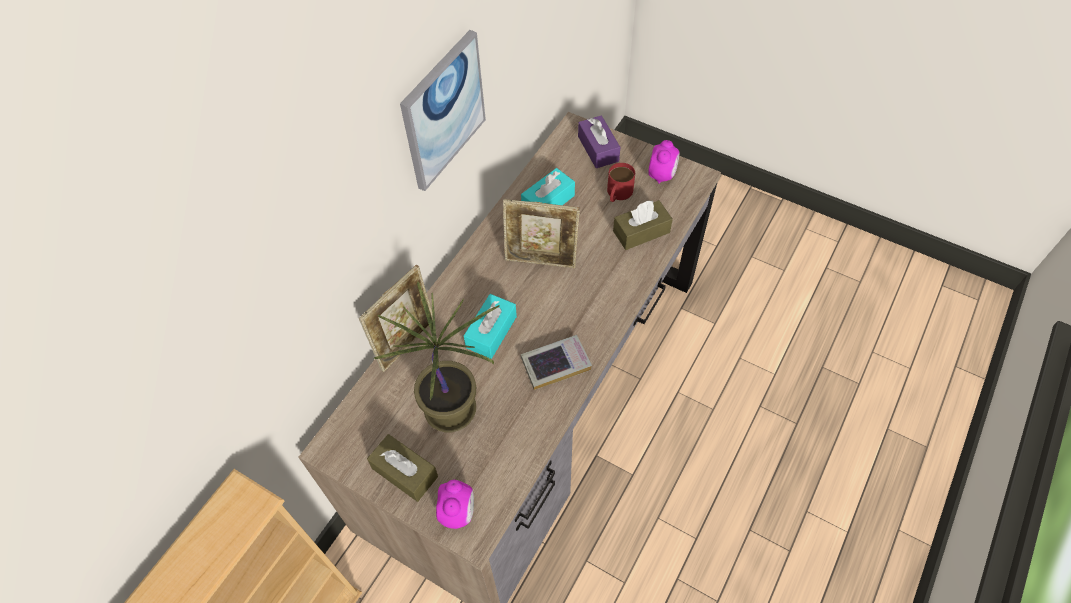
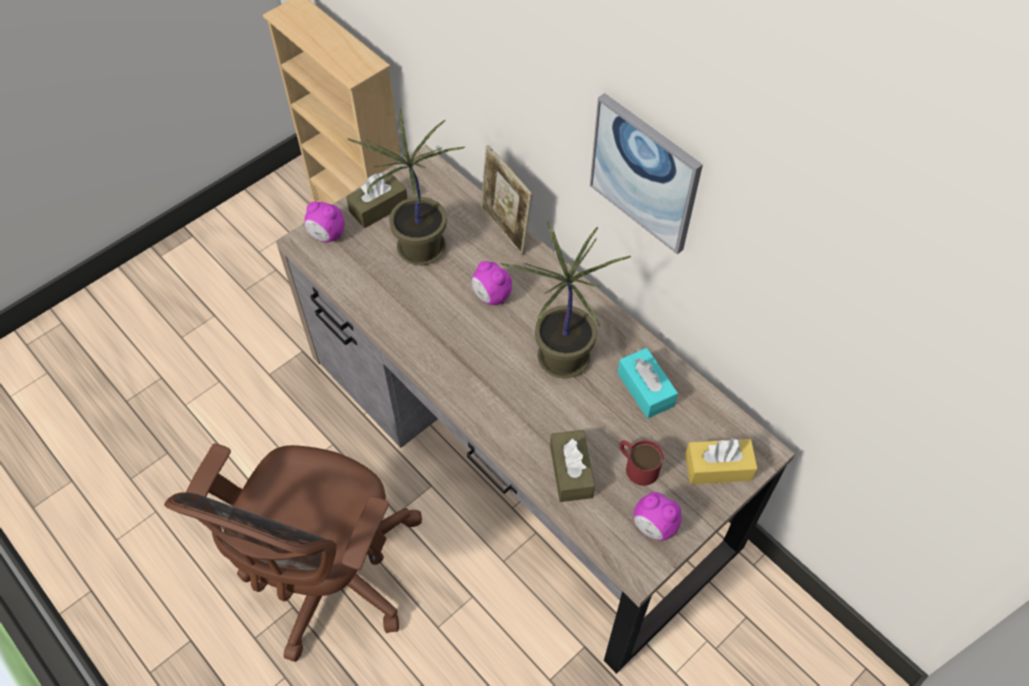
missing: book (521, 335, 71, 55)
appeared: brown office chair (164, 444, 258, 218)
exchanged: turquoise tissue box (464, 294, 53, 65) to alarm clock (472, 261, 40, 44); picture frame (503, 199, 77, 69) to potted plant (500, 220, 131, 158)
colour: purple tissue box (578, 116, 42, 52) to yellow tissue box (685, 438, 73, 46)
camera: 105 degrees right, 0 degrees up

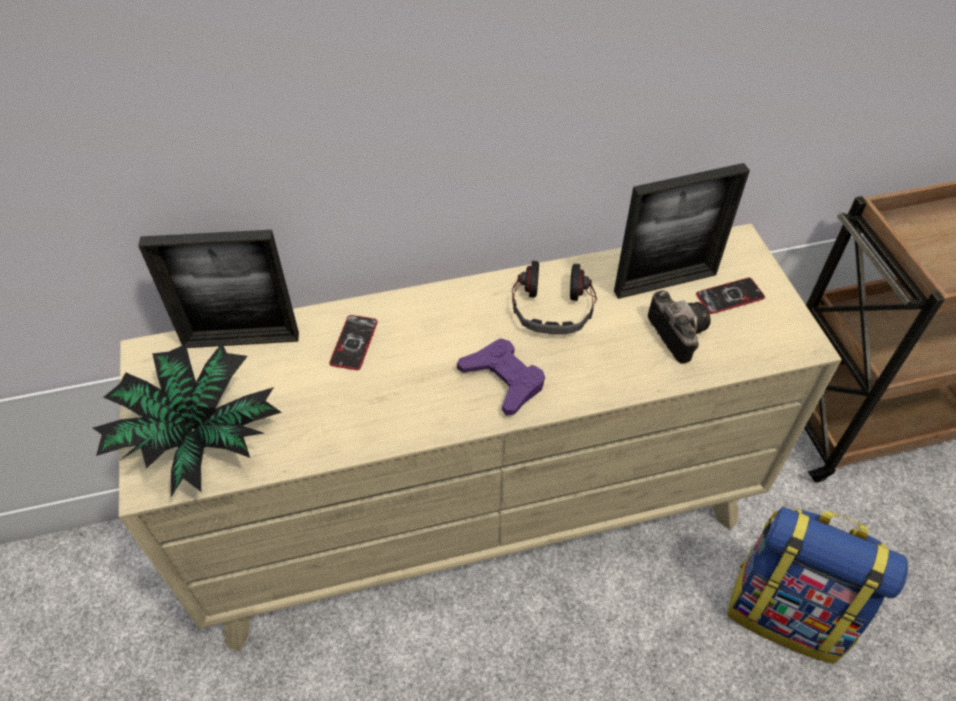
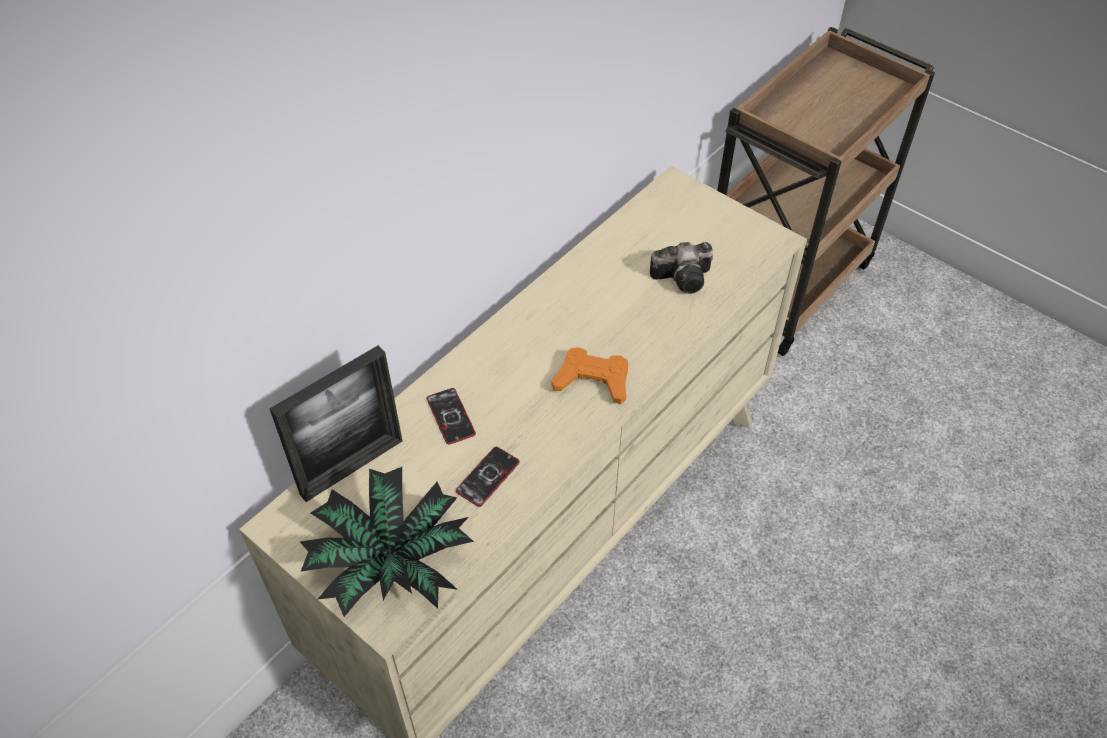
missing: headphones (512, 261, 85, 73); picture frame (614, 163, 136, 136); backpack (727, 507, 181, 157)
relocated: phone (696, 278, 69, 36) to (456, 447, 64, 60)
colour: purple game controller (457, 338, 88, 77) to orange game controller (551, 347, 77, 57)
spun: photo camera (648, 290, 63, 74) = (650, 242, 63, 52) 135 degrees clockwise
camera: 35 degrees left, 0 degrees up

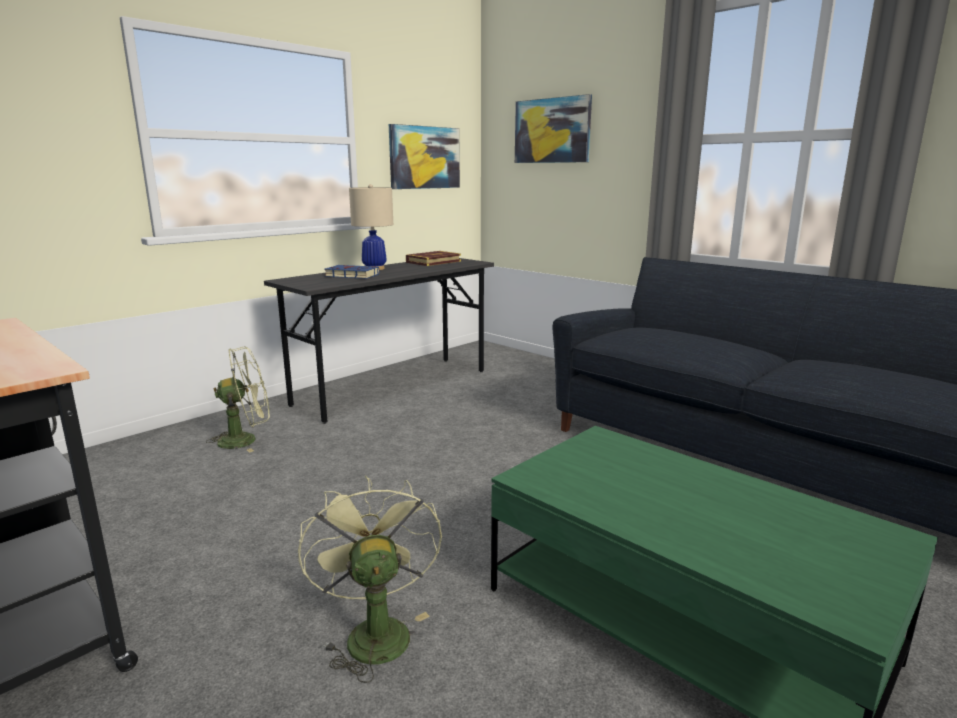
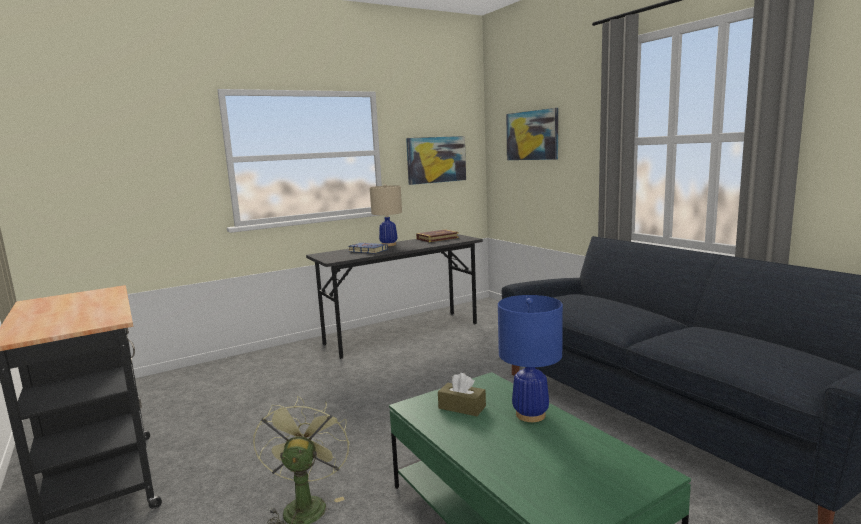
missing: green fan (206, 346, 64, 107)
appeared: brown tissue box (438, 373, 48, 43); blue table lamp (498, 295, 65, 127)
camera: 15 degrees right, 5 degrees down

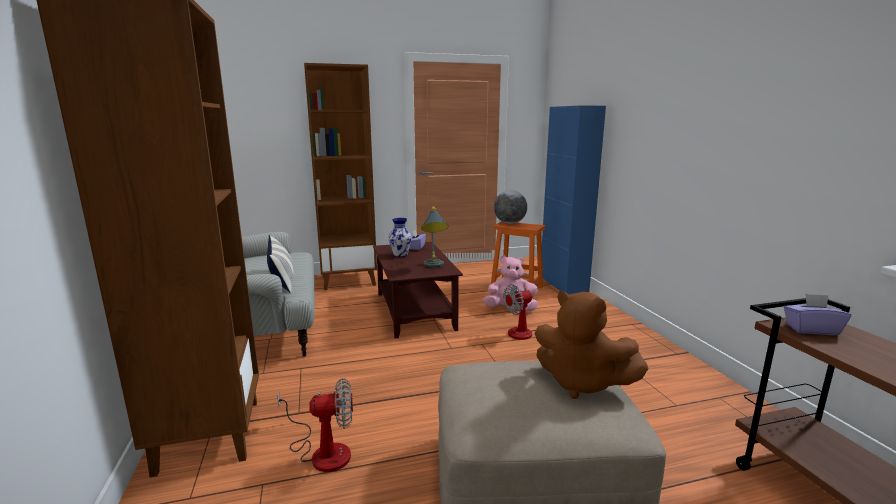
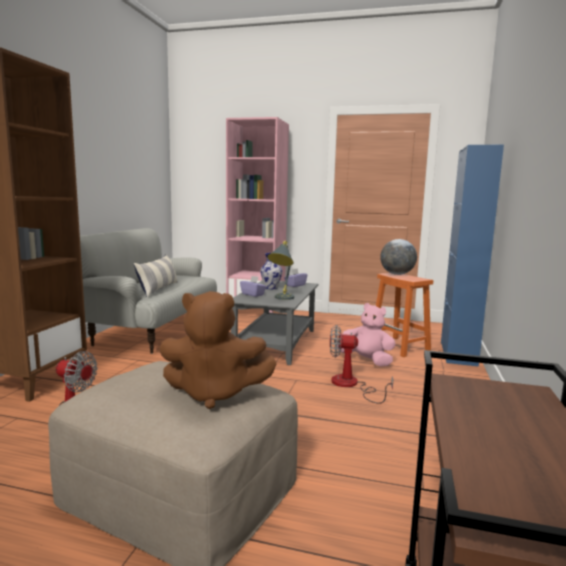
relocated: purple tissue box (784, 294, 67, 41) to (240, 276, 26, 21)
colour: brown bookcase (304, 63, 73, 227) to pink bookcase (226, 117, 63, 196); brown coffee table (373, 242, 90, 97) to grey coffee table (231, 280, 87, 85)
spun: brown plush toy (535, 291, 114, 108) = (159, 291, 118, 118) 60 degrees counterclockwise
camera: 30 degrees right, 5 degrees down

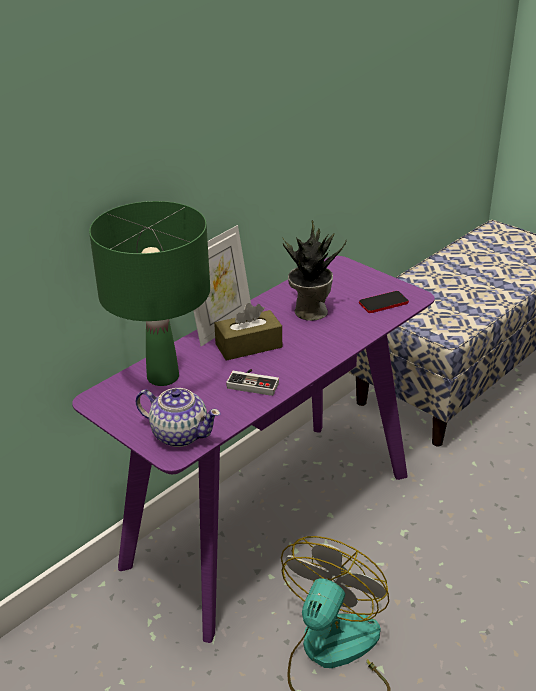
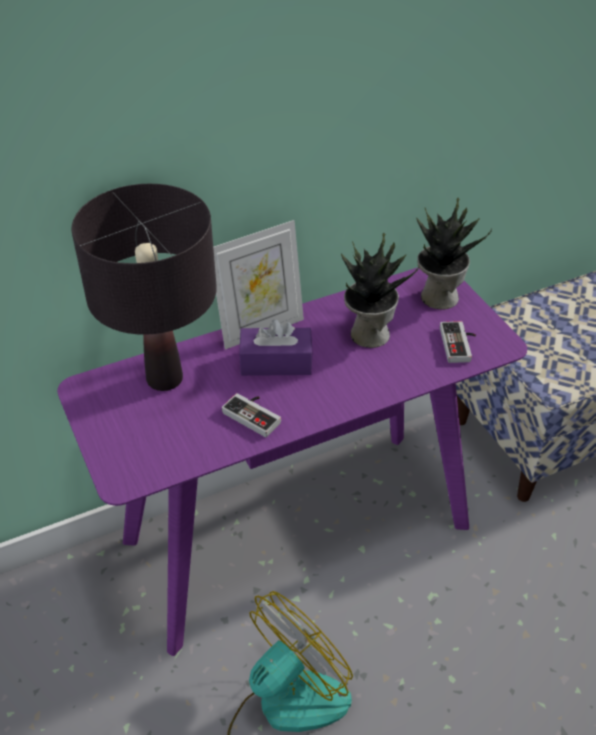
missing: teapot (136, 388, 85, 59)
appeared: potted plant (416, 198, 76, 112)
exchanged: phone (359, 291, 50, 22) to game controller (440, 321, 36, 42)
colour: green table lamp (89, 201, 121, 185) to black table lamp (71, 184, 146, 207); brown tissue box (214, 303, 68, 58) to purple tissue box (239, 319, 74, 57)
camera: 20 degrees right, 10 degrees up

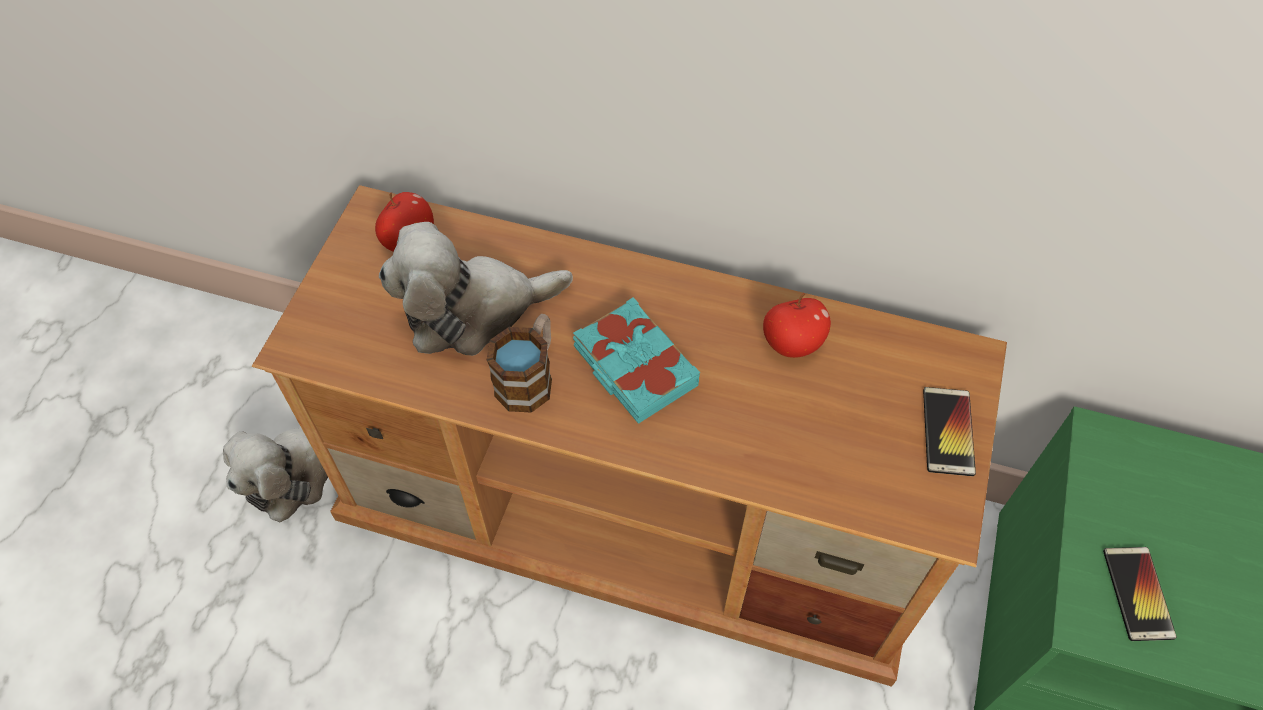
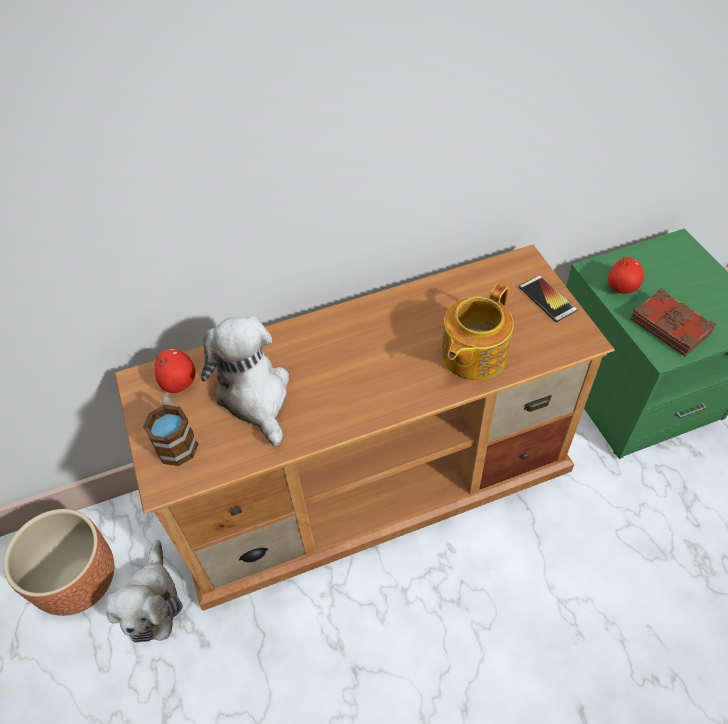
missing: turquoise book (573, 297, 127, 127)
appeared: brown planter (3, 509, 111, 107); teapot (441, 283, 73, 97)
relocated: mug (487, 314, 65, 99) to (143, 394, 55, 72); apple (763, 293, 68, 65) to (608, 256, 36, 38)
exchanged: phone (1103, 547, 74, 94) to brown book (631, 288, 85, 68)
spun: plush toy (379, 222, 194, 134) = (201, 316, 88, 130) 120 degrees clockwise
camera: 35 degrees left, 5 degrees down

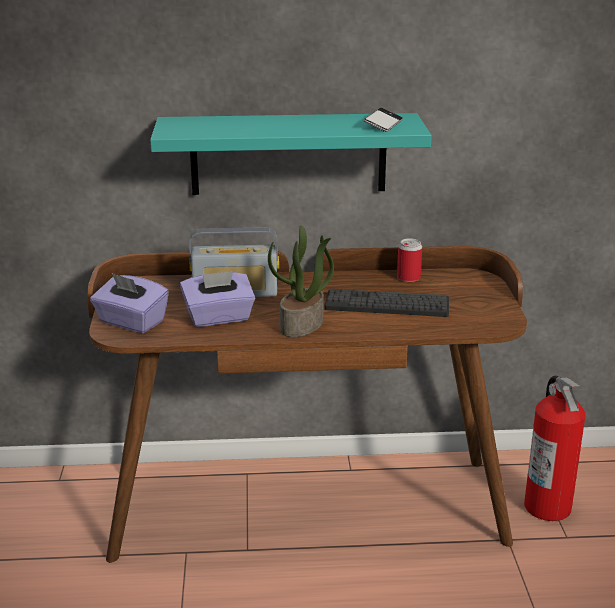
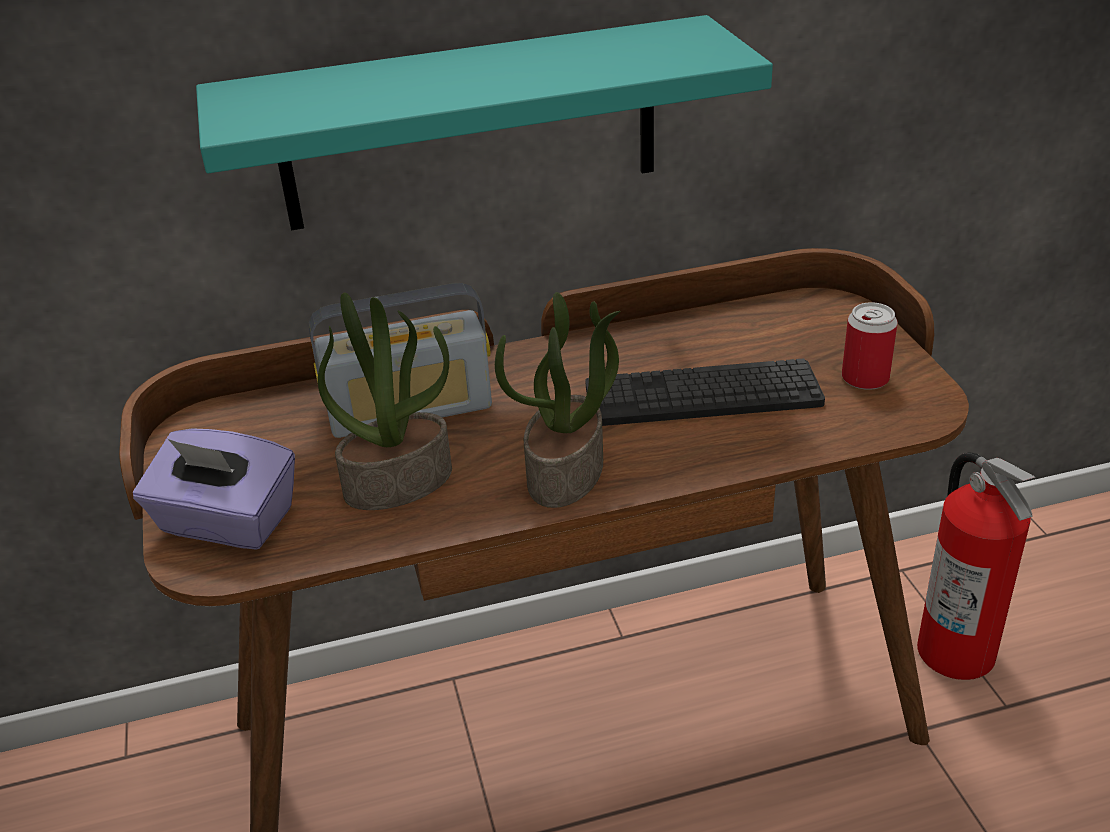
missing: phone (364, 108, 39, 24)
relocated: can (397, 238, 25, 44) to (842, 302, 56, 88)
exchanged: purple tissue box (180, 271, 75, 56) to potted plant (318, 293, 134, 217)
camera: 10 degrees left, 10 degrees up

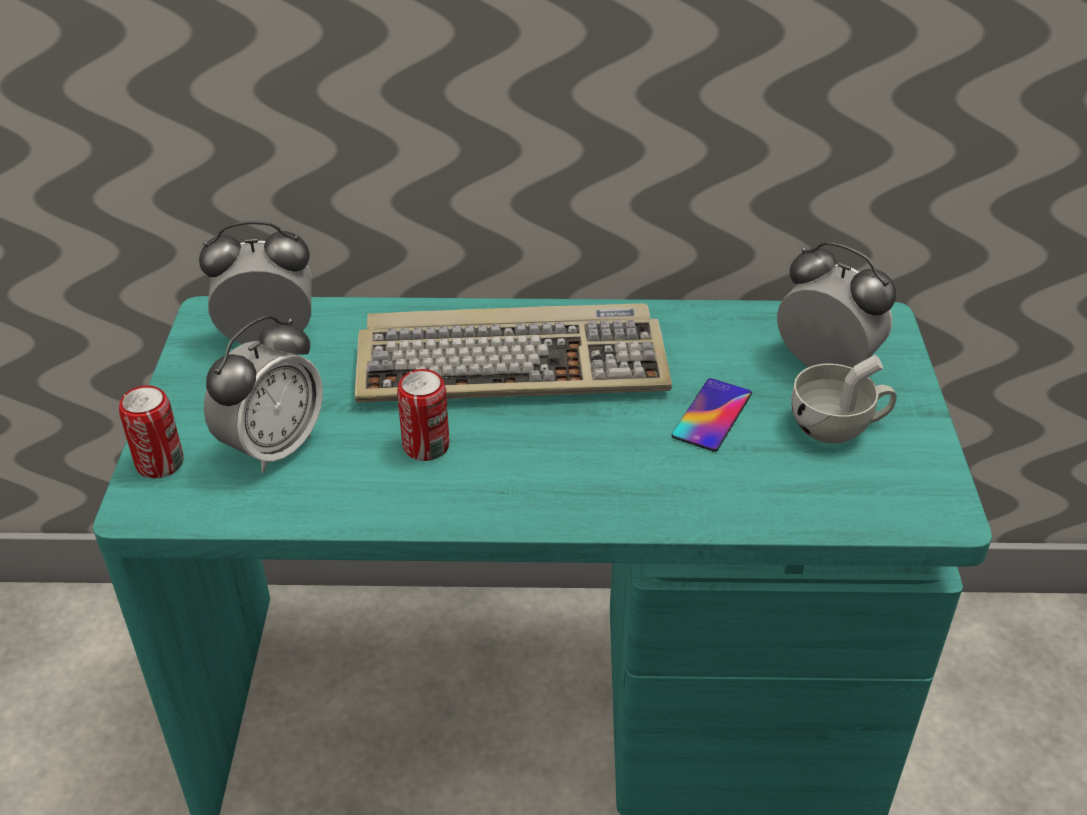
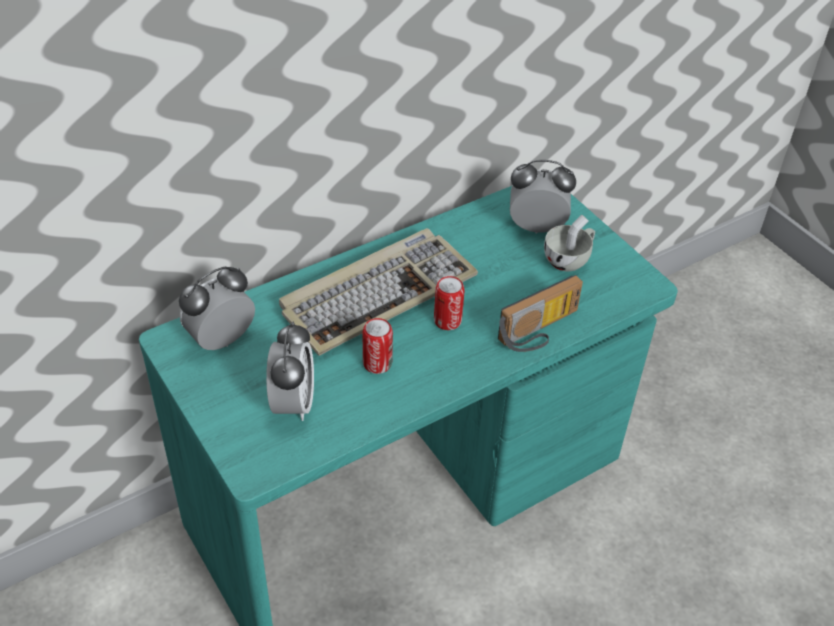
missing: phone (672, 378, 80, 74)
appeared: radio (498, 275, 85, 77)
relocated: can (119, 385, 64, 93) to (434, 276, 31, 54)
camera: 35 degrees left, 5 degrees up

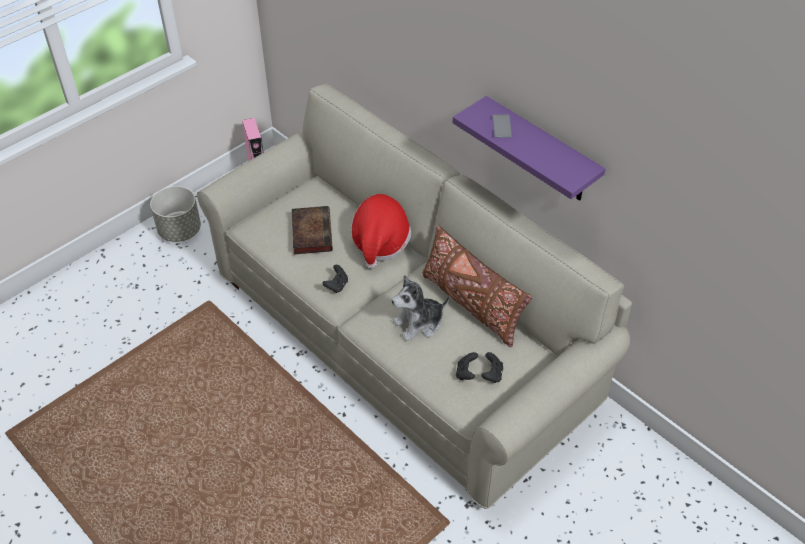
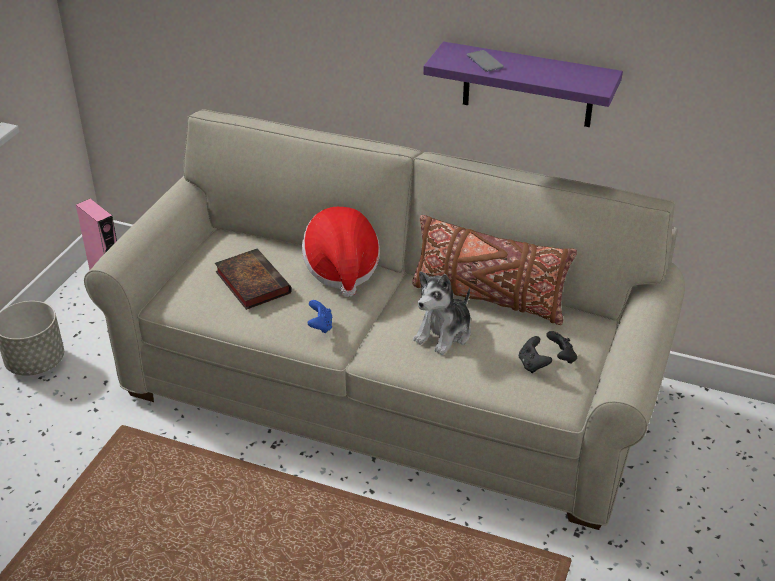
colour: black game controller (323, 265, 25, 28) to blue game controller (307, 300, 26, 33)
camera: 25 degrees left, 10 degrees down

